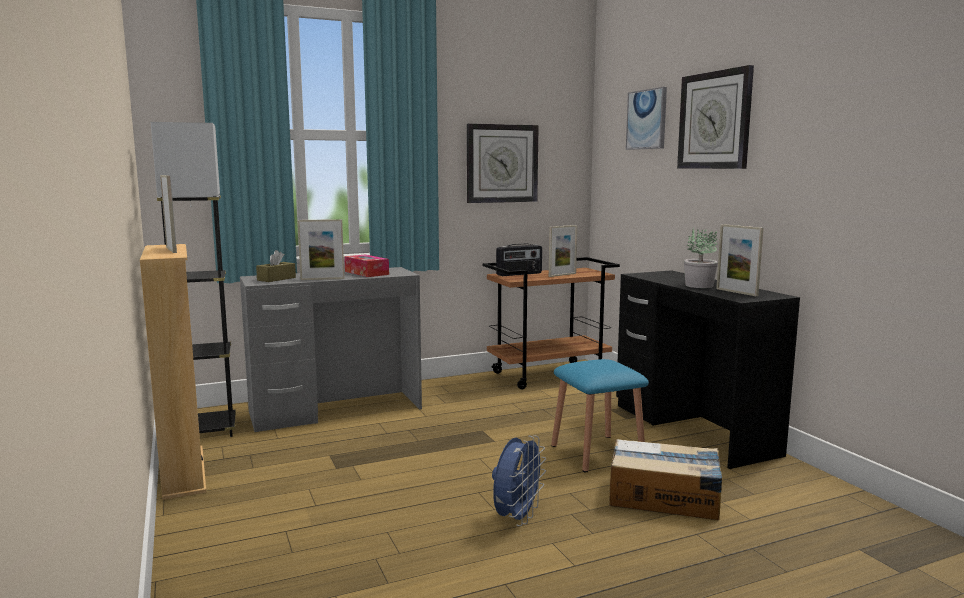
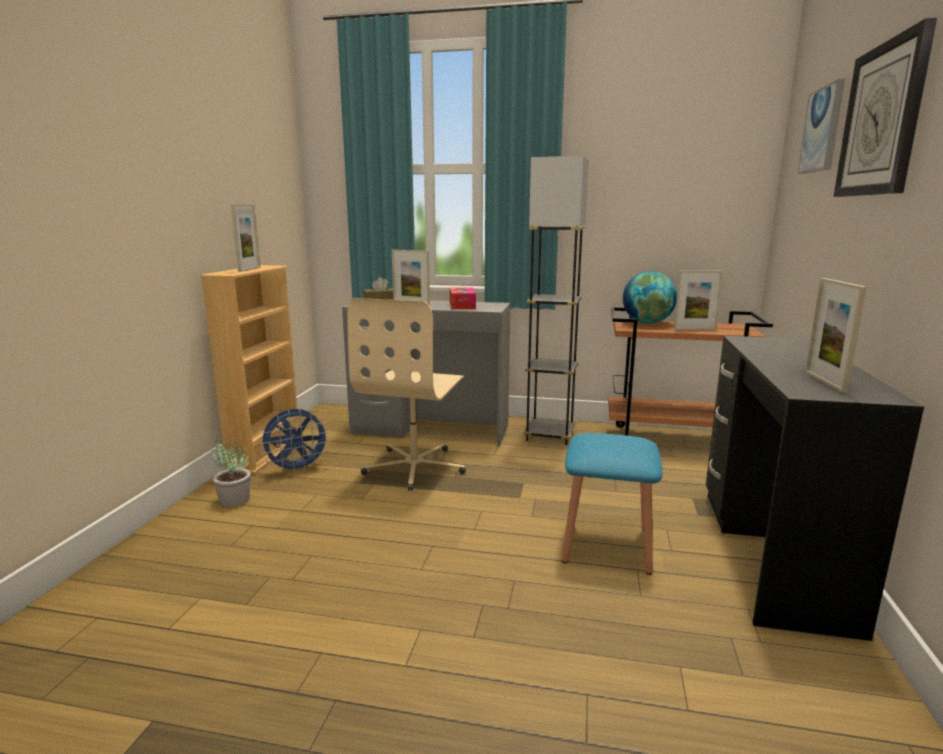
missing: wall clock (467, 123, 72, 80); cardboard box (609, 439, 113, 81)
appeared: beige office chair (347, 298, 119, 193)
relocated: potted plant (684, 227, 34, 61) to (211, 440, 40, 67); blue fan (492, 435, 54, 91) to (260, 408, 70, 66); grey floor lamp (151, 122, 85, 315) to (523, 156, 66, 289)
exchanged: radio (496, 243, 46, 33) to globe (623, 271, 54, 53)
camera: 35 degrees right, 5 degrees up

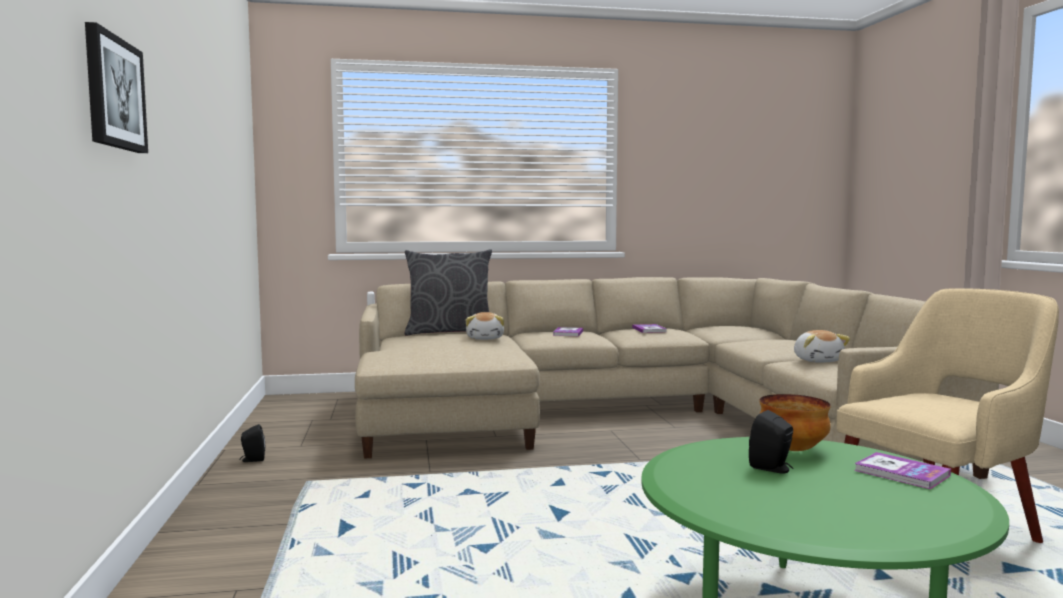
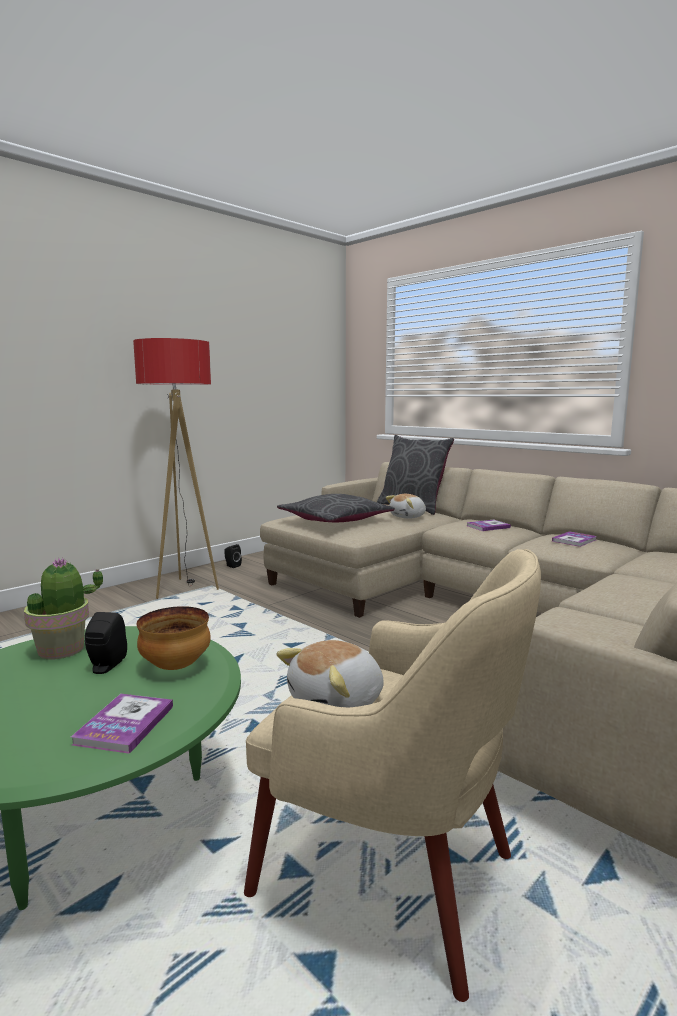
missing: picture (85, 22, 63, 131)
appeared: potted plant (24, 558, 79, 101); floor lamp (133, 338, 86, 261); grey pillow (277, 494, 118, 28)
relocated: plush toy (794, 330, 56, 33) to (277, 640, 107, 68)
camera: 55 degrees right, 5 degrees up

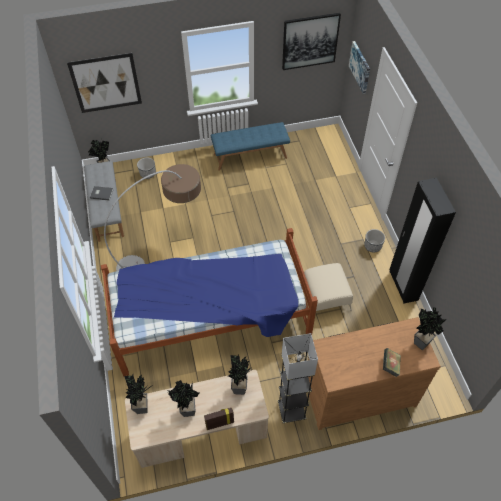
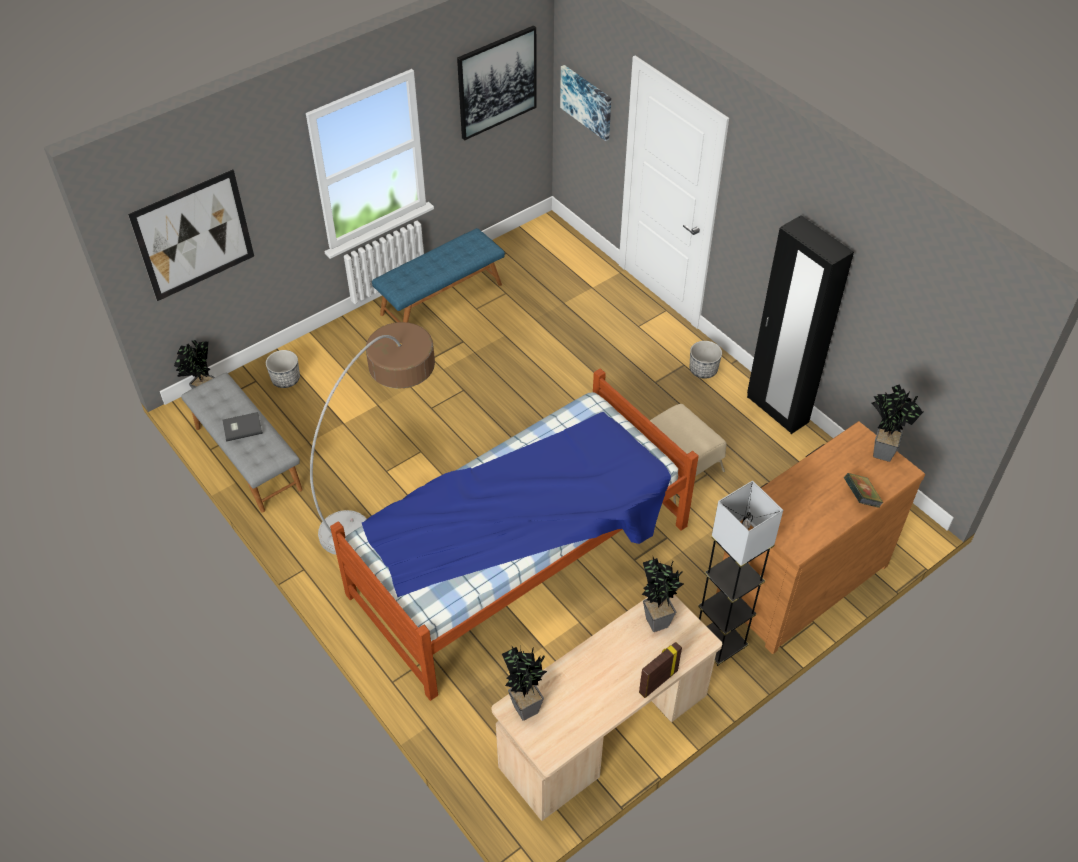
missing: potted plant (168, 380, 31, 37)
camera: 25 degrees left, 5 degrees down

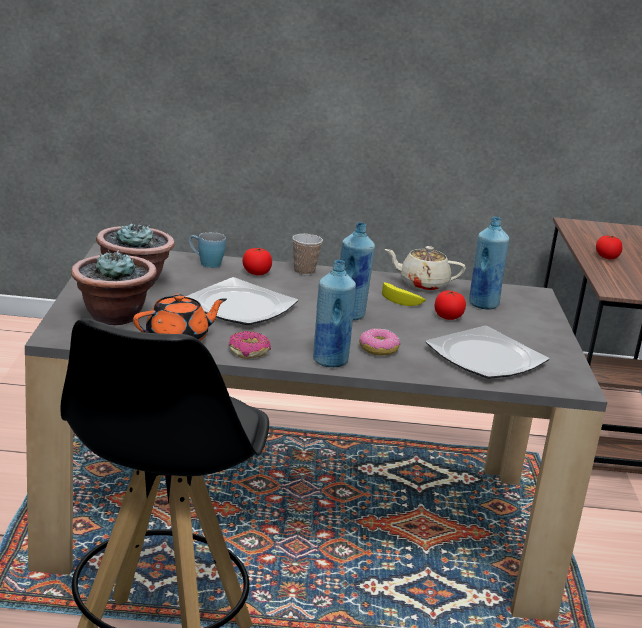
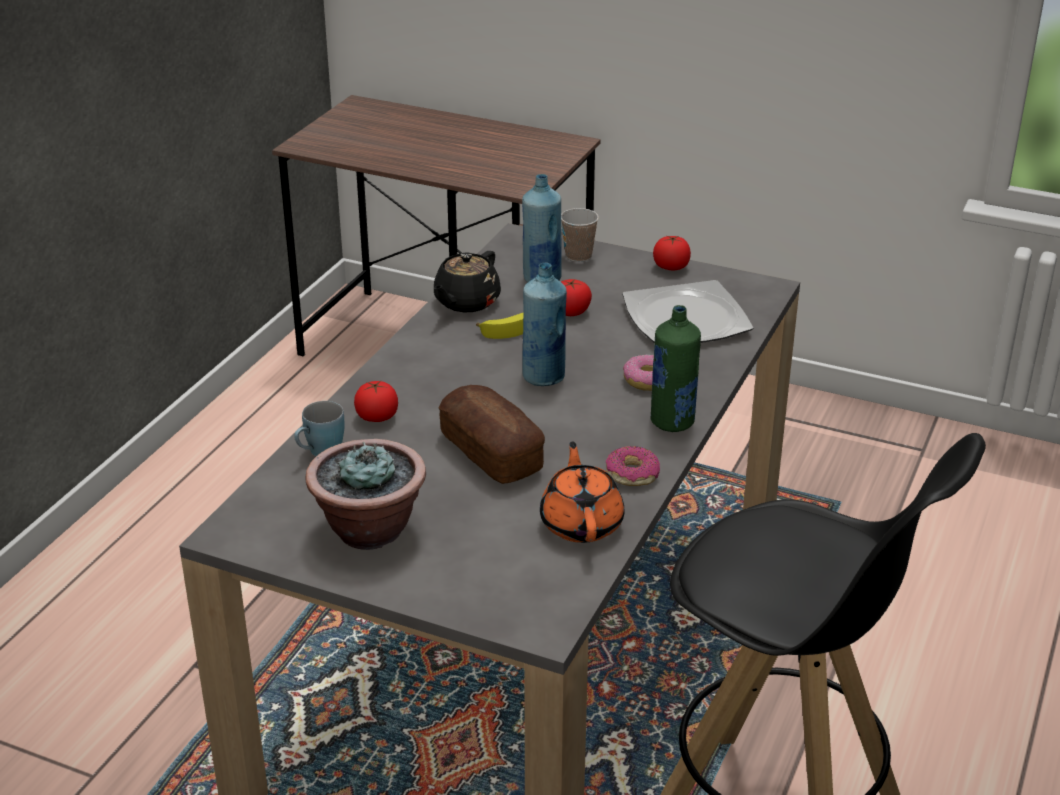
missing: potted plant (71, 249, 86, 76)
relocated: cup (292, 234, 31, 41) to (561, 208, 38, 54); tomato (596, 235, 26, 24) to (653, 235, 38, 35)
exchanged: plate (185, 277, 113, 48) to bread (439, 385, 106, 99)
colour: beige teapot (384, 246, 82, 45) to black teapot (434, 251, 67, 61); blue bottle (313, 260, 43, 107) to green bottle (650, 305, 51, 127)
camera: 65 degrees left, 10 degrees up

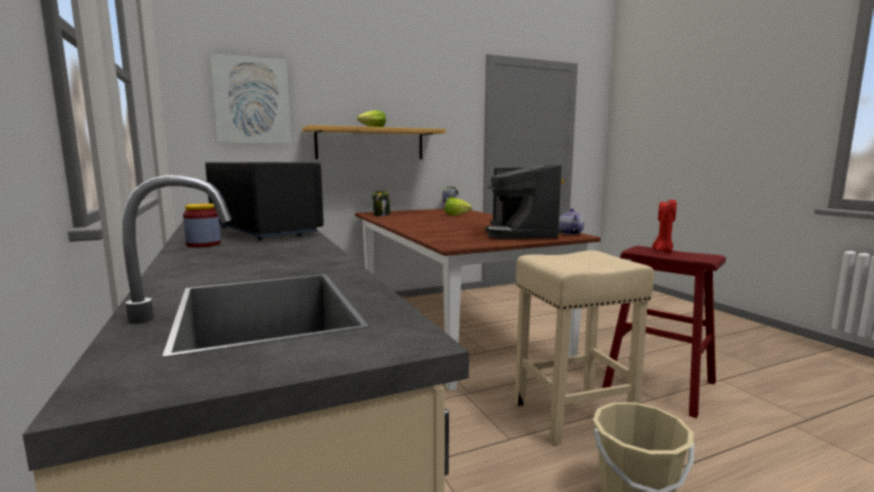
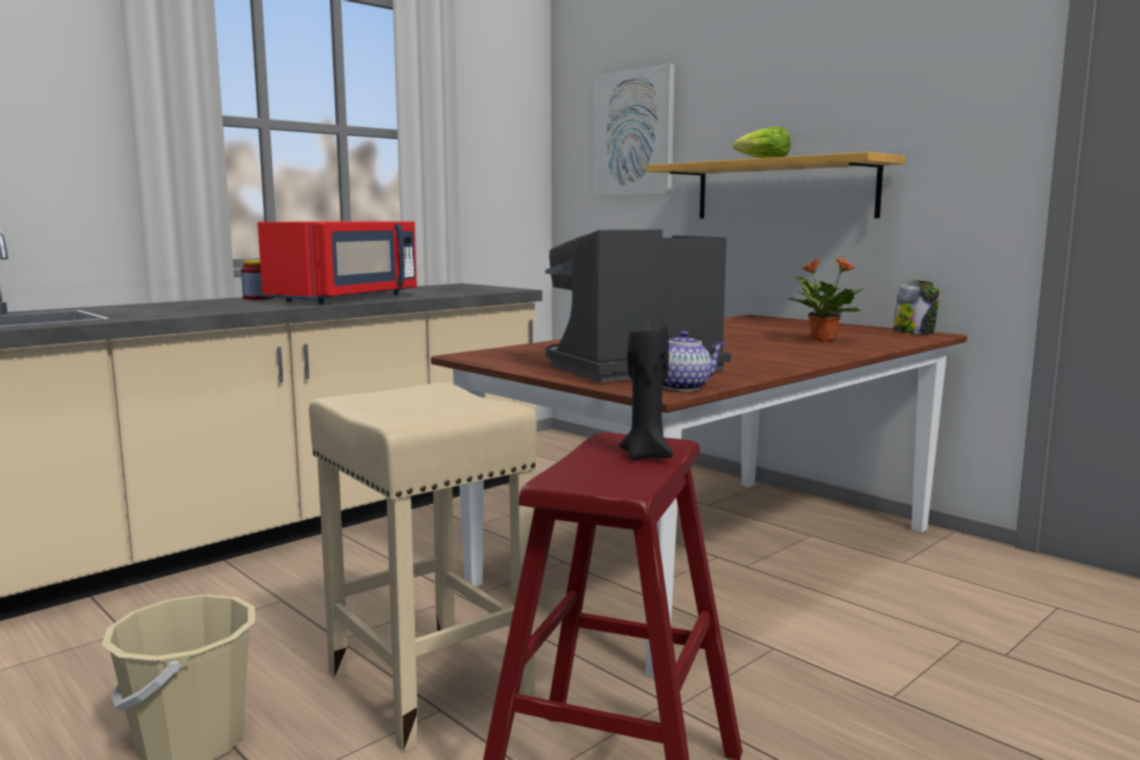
missing: jar (372, 190, 19, 26)
exchanged: lettuce (444, 198, 28, 18) to potted plant (788, 257, 76, 85)
colour: black microwave (205, 162, 119, 78) to red microwave (258, 221, 159, 83); red candle (652, 200, 25, 52) to black candle (619, 324, 54, 136)
camera: 70 degrees right, 0 degrees up

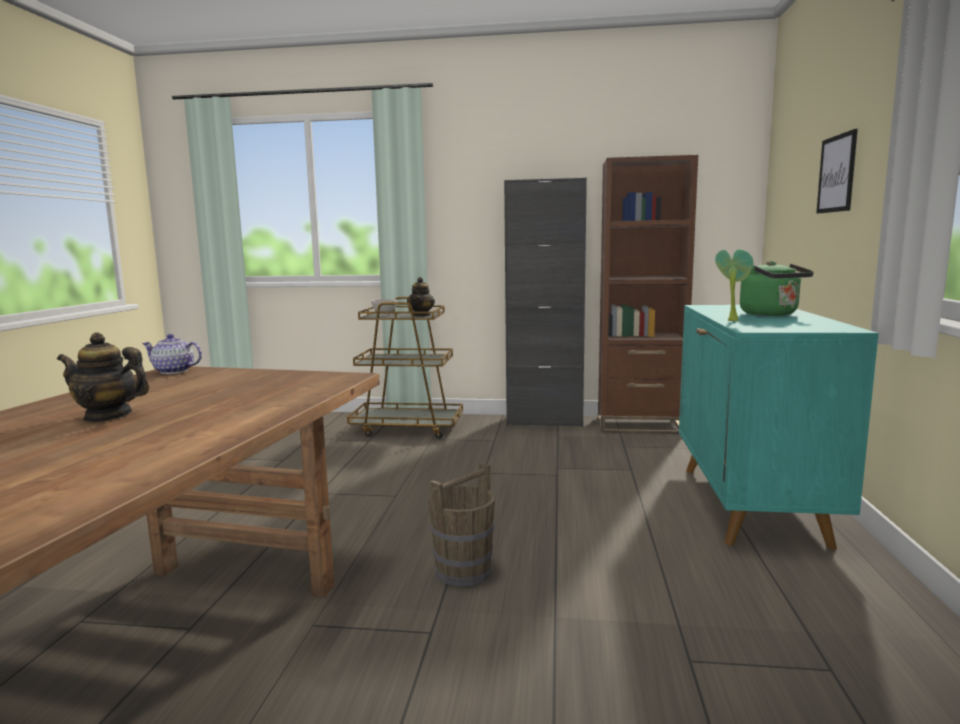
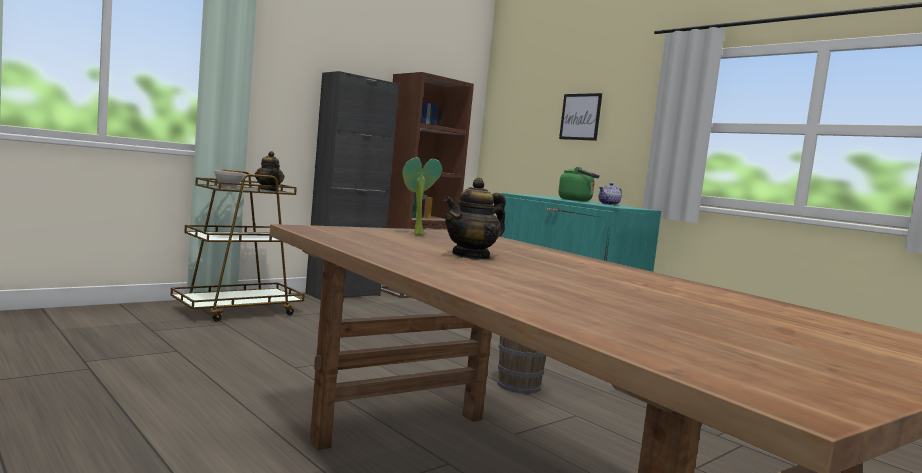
relocated: potted plant (715, 249, 38, 73) to (402, 157, 40, 79); teapot (142, 334, 60, 40) to (599, 183, 23, 22)
camera: 50 degrees left, 5 degrees down

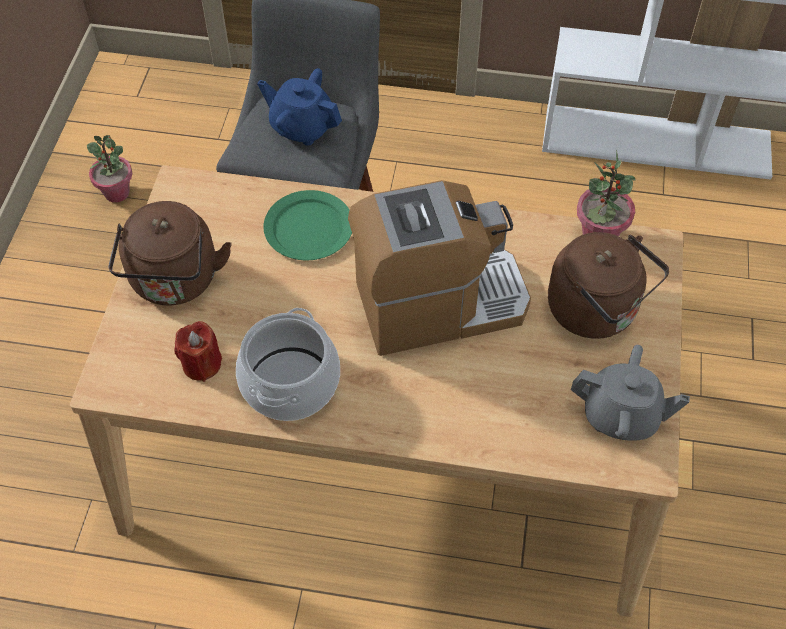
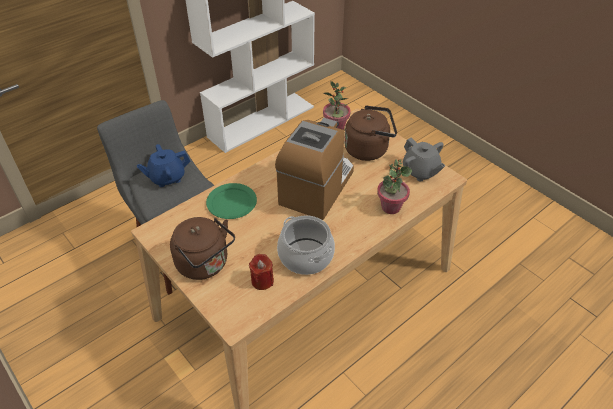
relocated: potted plant (87, 135, 45, 68) to (377, 159, 35, 55)
spun: grey teapot (571, 345, 119, 96) = (403, 138, 43, 44) 90 degrees clockwise
camera: 50 degrees left, 10 degrees down

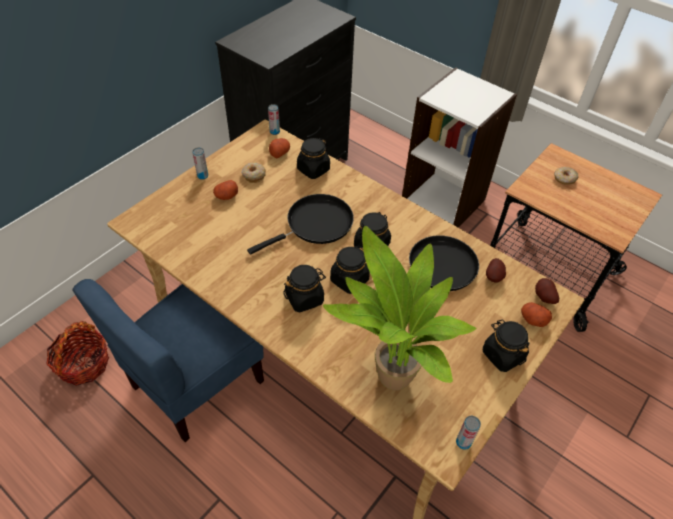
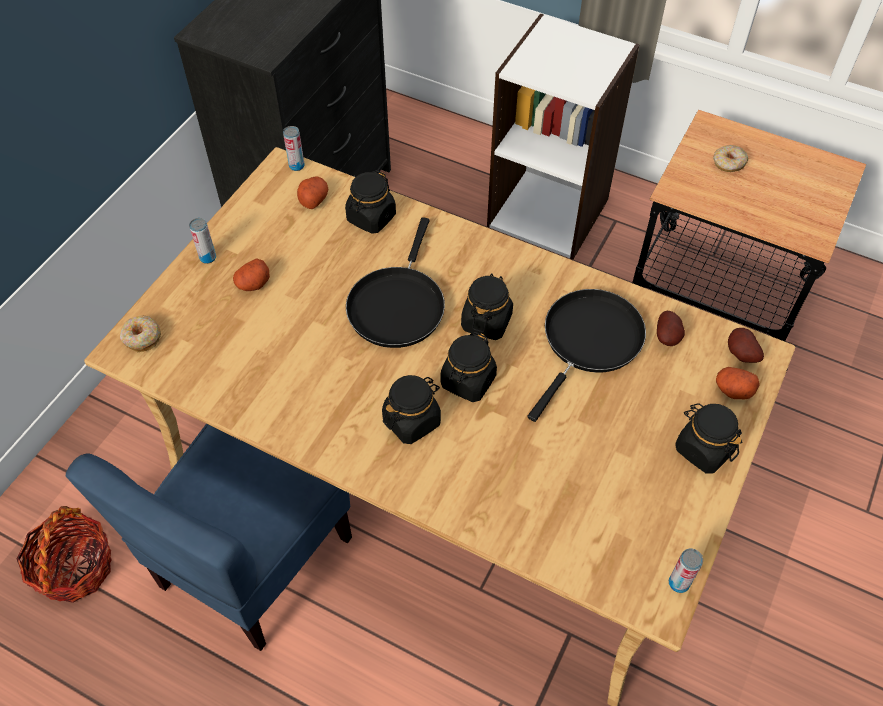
missing: potted plant (323, 226, 153, 165)
relocated: donut (241, 162, 25, 21) to (120, 315, 41, 37)
spun: black frying pan (247, 194, 107, 61) = (346, 217, 99, 131) 150 degrees clockwise
camera: 10 degrees left, 5 degrees up

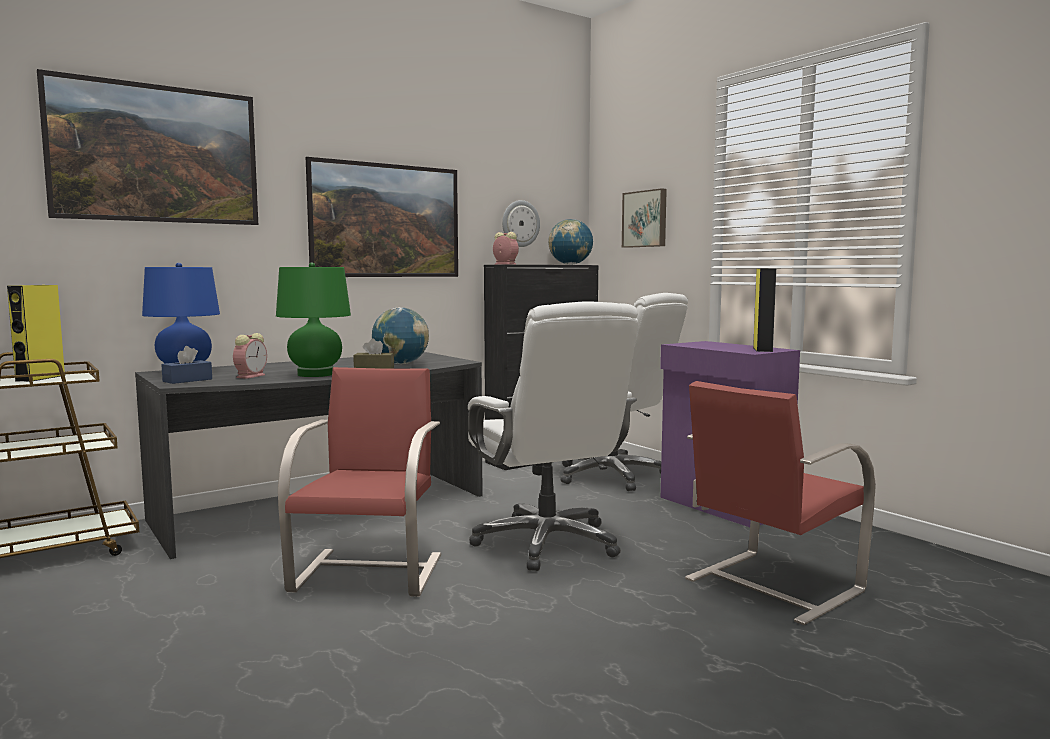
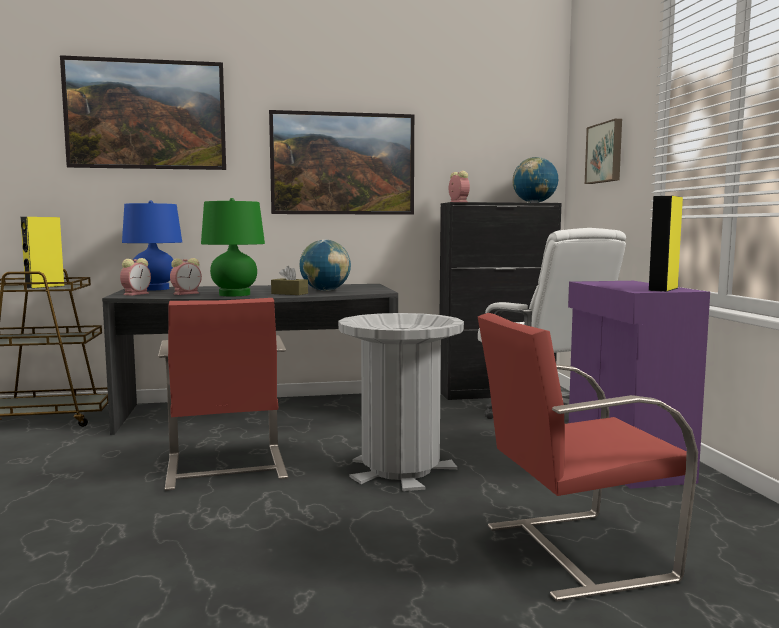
missing: wall clock (502, 200, 38, 47)
exchanged: blue tissue box (161, 346, 51, 38) to alarm clock (120, 258, 31, 38); white office chair (468, 301, 170, 270) to grey trash can (338, 313, 126, 178)
spun: red chair (278, 367, 163, 230) = (158, 298, 130, 193) 135 degrees clockwise
camera: 25 degrees right, 0 degrees up

